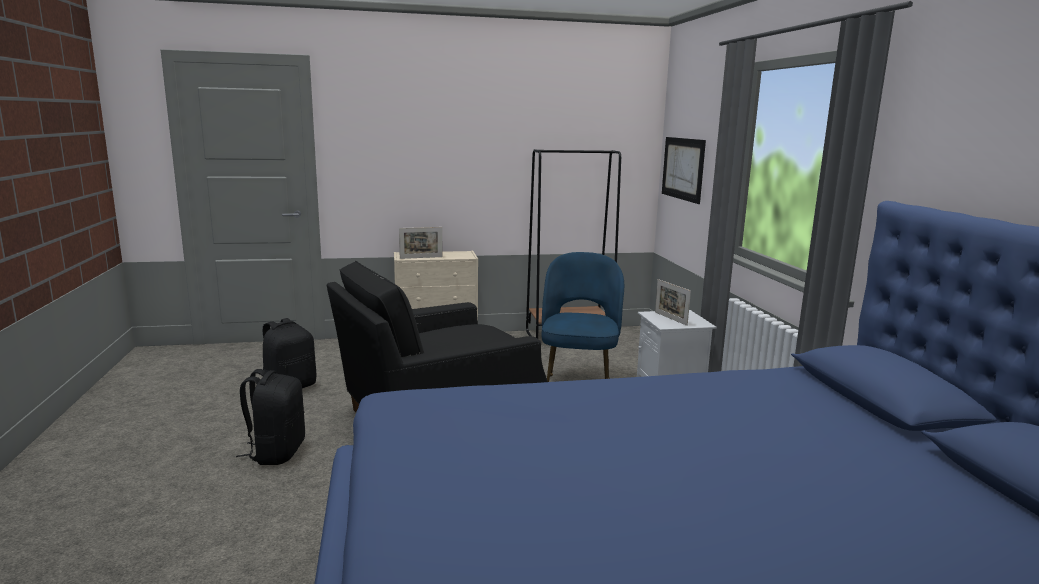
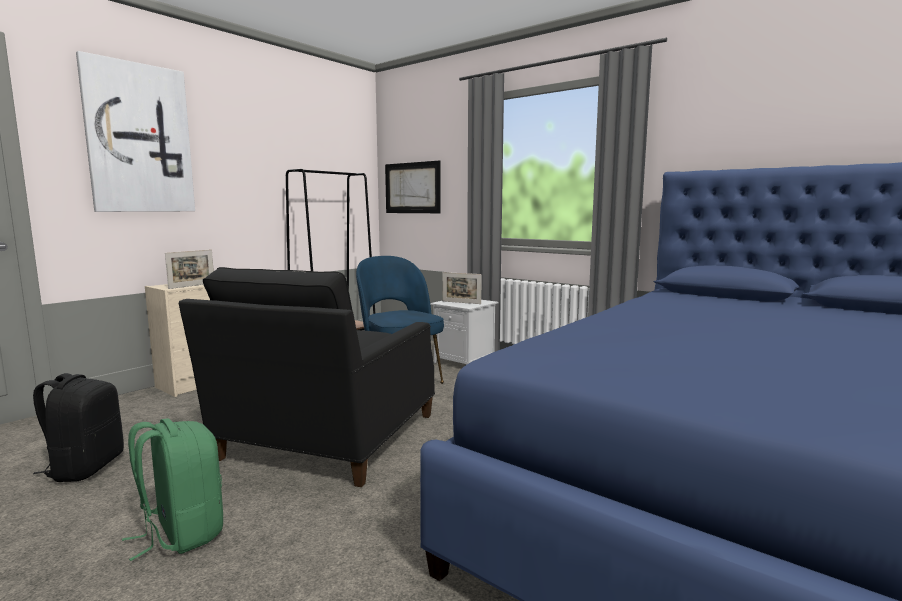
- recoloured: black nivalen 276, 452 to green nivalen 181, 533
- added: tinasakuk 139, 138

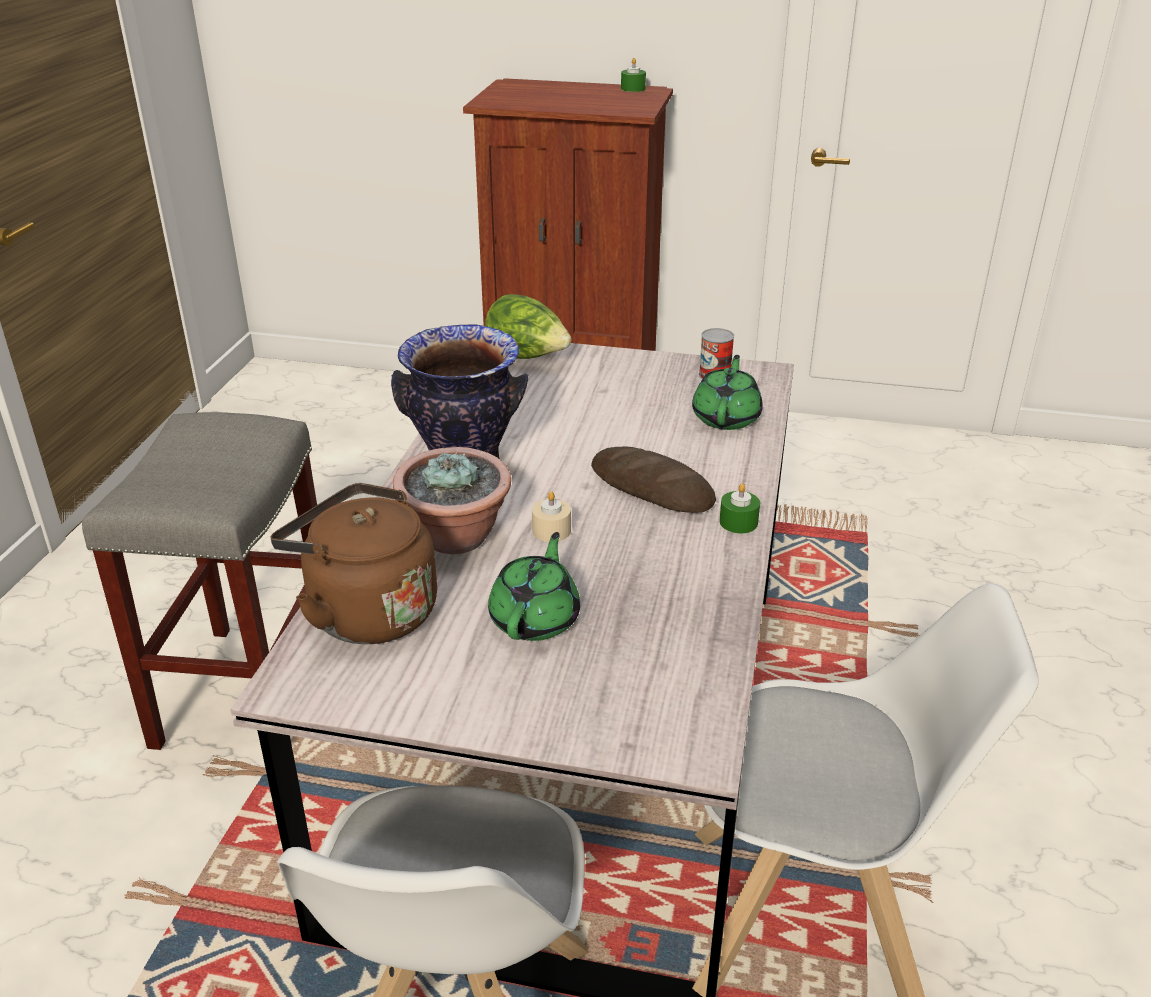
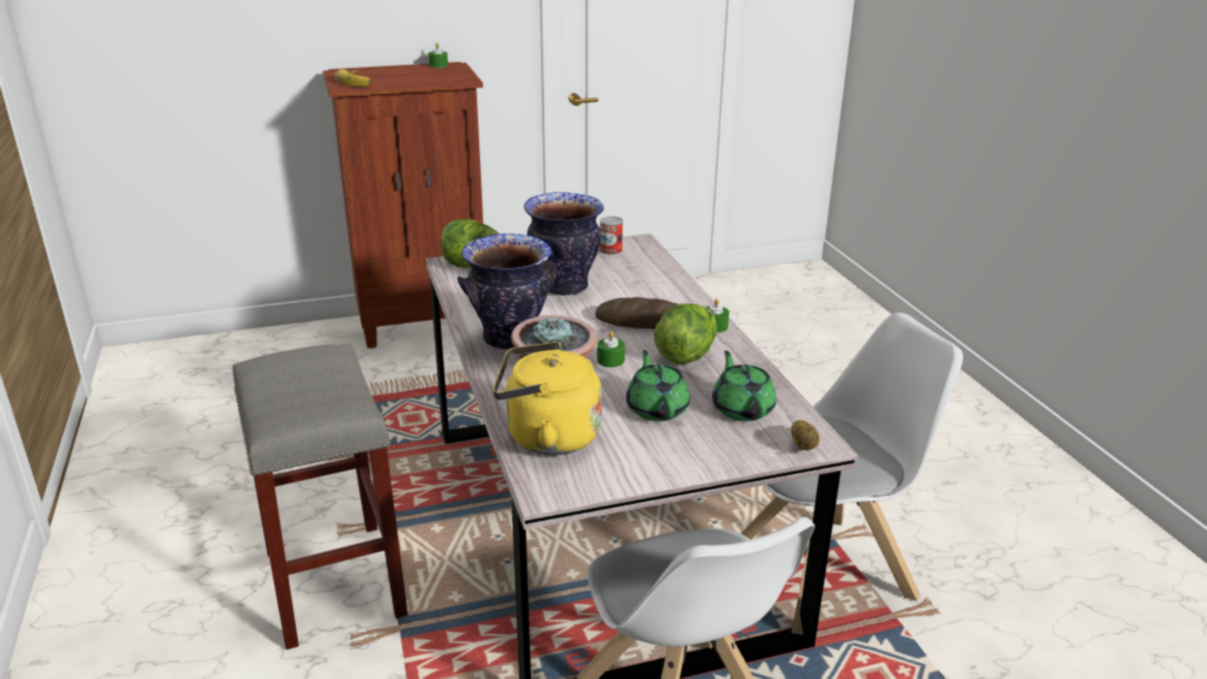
- recoloured: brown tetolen 366, 612 to yellow tetolen 546, 437
- recoloured: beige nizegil 551, 530 to green nizegil 610, 360
- moved: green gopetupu 726, 417 to 742, 408
- added: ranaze 357, 81
- added: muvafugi 565, 287
- added: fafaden 686, 354
- added: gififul 803, 446

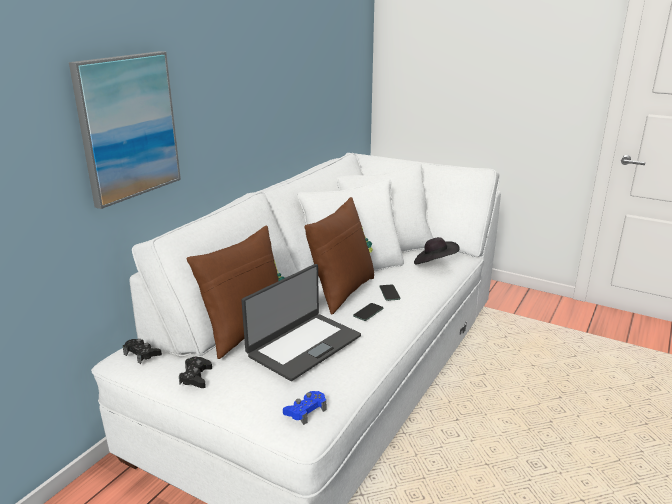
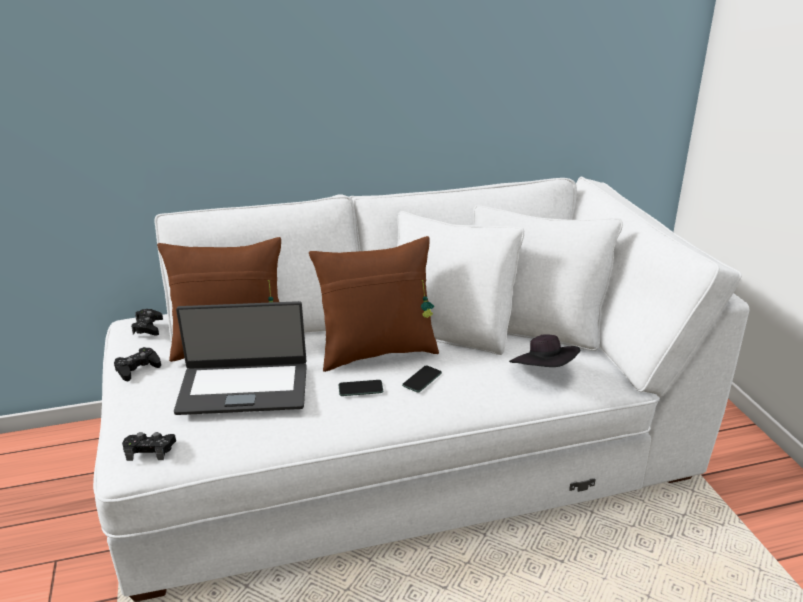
- removed: tinasakuk 127, 127
- recoloured: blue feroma 305, 411 to black feroma 150, 450

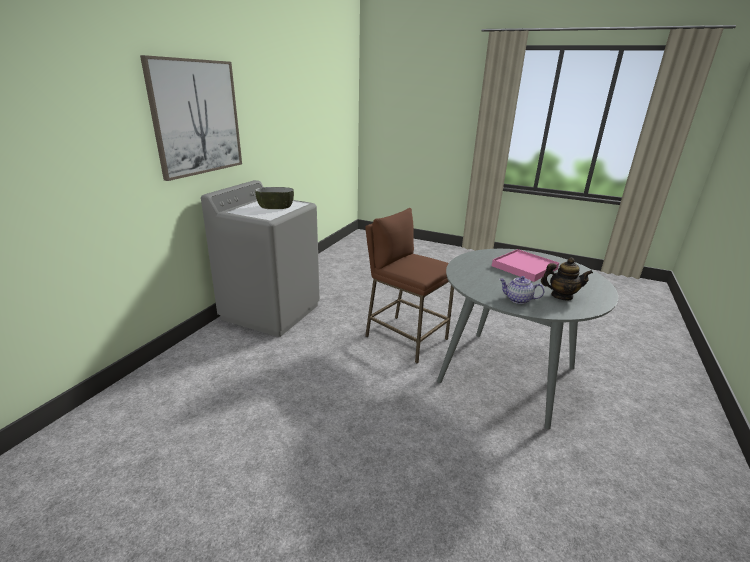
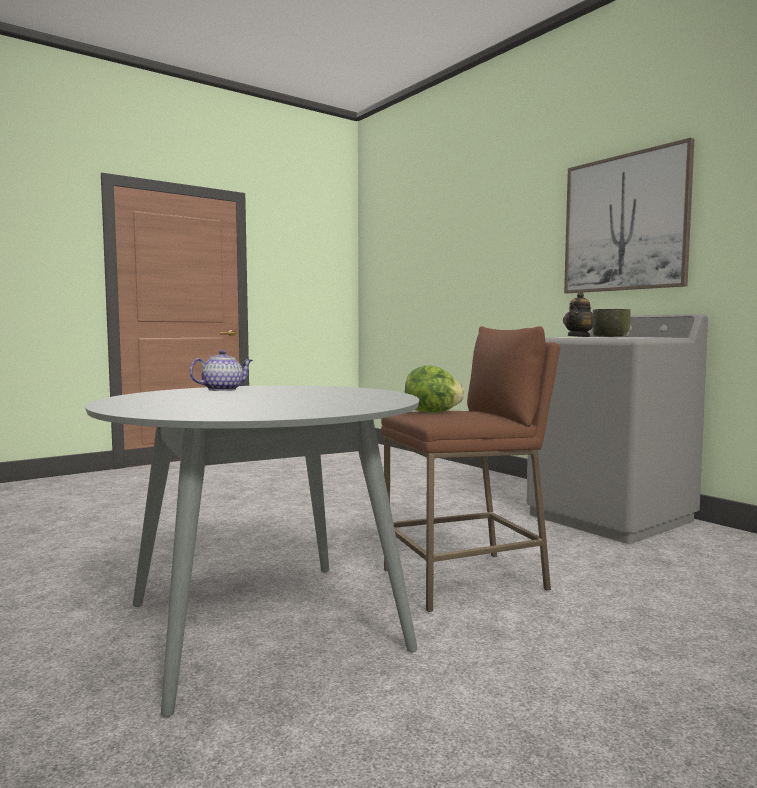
- removed: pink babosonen 524, 267
- moved: gopetupu 561, 296 to 579, 336
- added: fafaden 432, 412

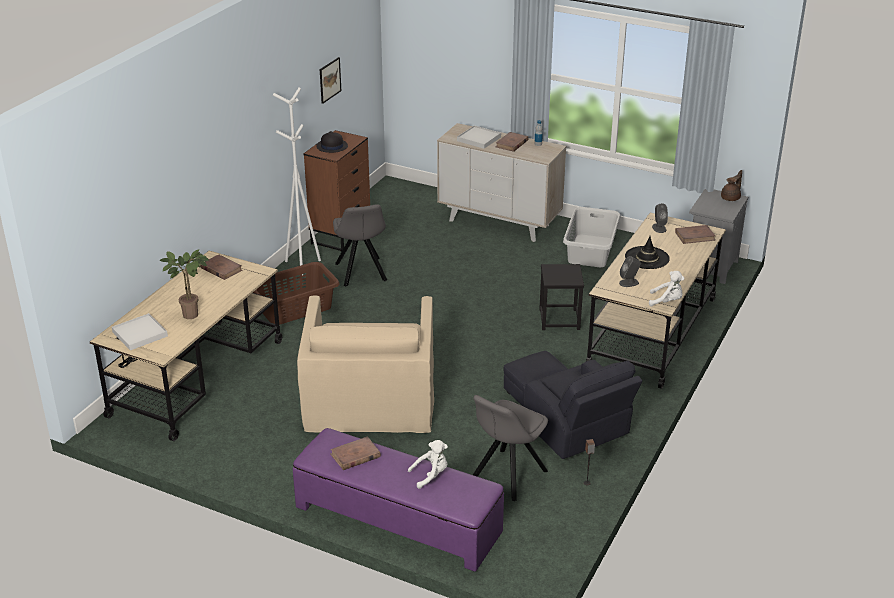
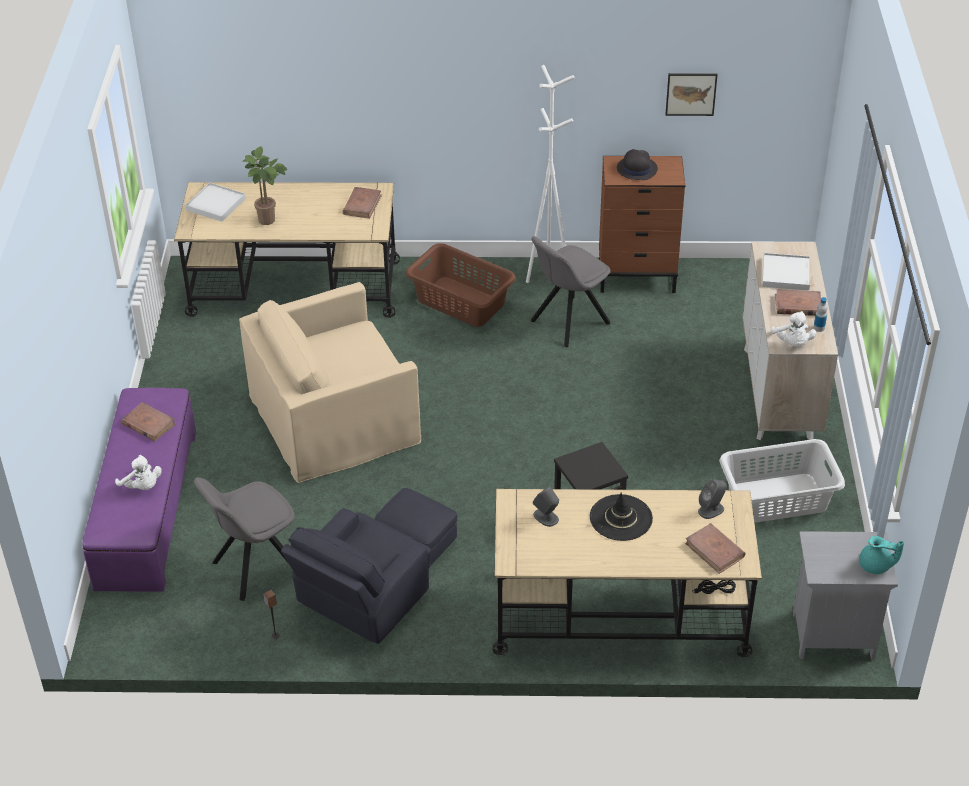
- turned: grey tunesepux 508, 475 = 256, 567 45 degrees counterclockwise
- moved: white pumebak 667, 301 to 792, 343
- recoloured: brown gopetupu 731, 198 to turquoise gopetupu 875, 566

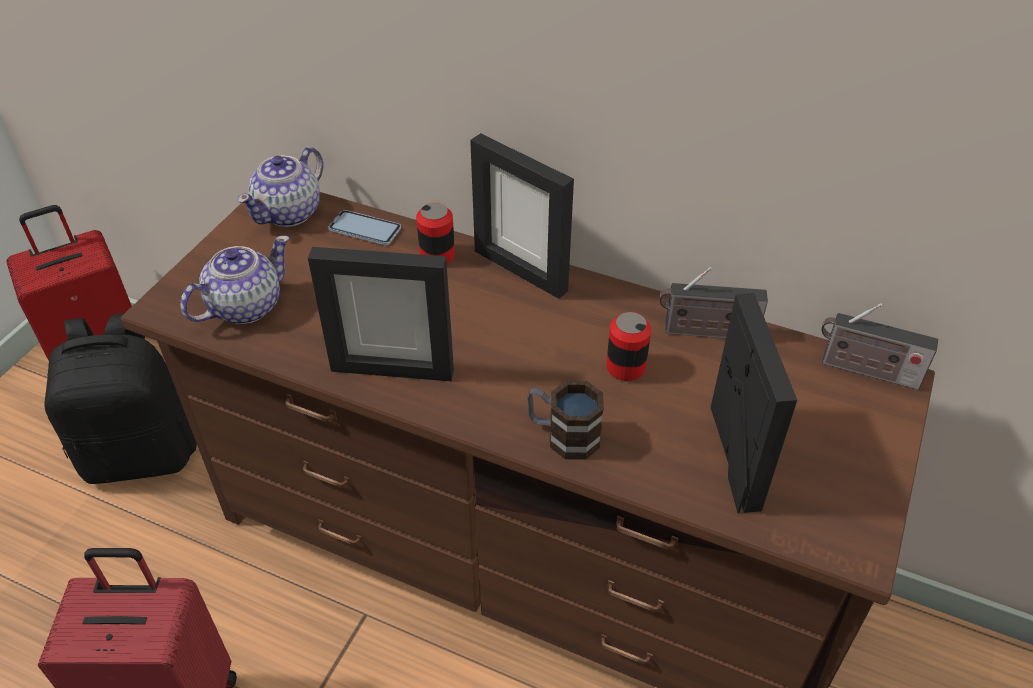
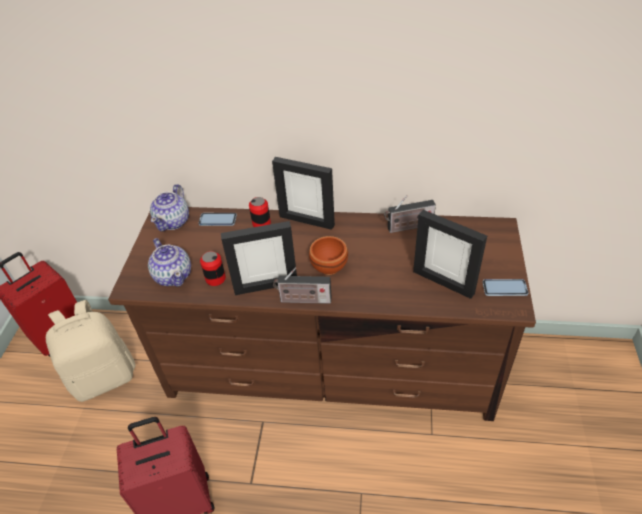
- recoloured: black nivalen 142, 452 to beige nivalen 104, 376
- turned: gopetupu 244, 307 = 173, 275 120 degrees clockwise
- removed: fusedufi 563, 435
- moved: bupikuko 625, 367 to 215, 279
- turned: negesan 731, 457 = 444, 281 150 degrees clockwise
- moved: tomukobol 865, 370 to 303, 300
- added: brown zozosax 329, 266
- added: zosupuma 504, 288

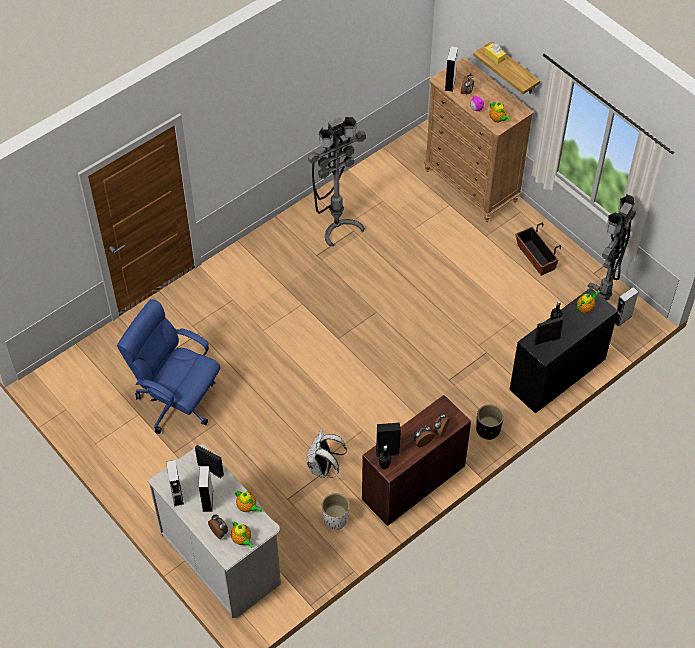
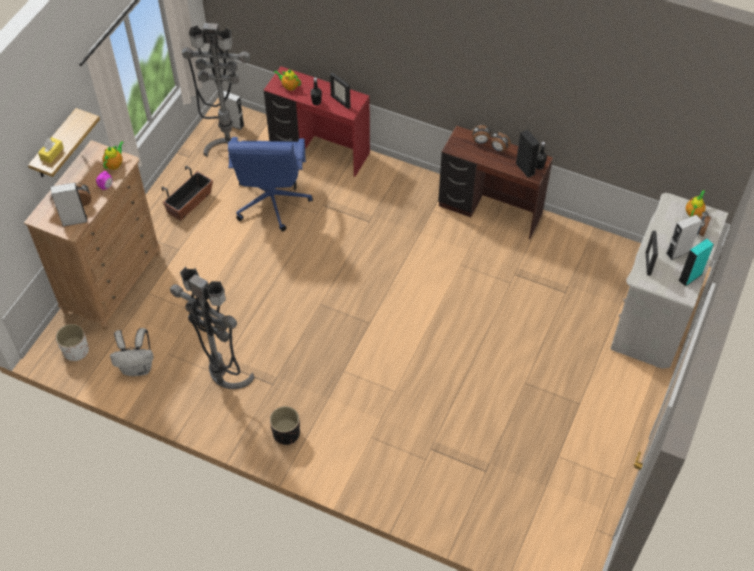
- moved: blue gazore 177, 401 to 272, 200
- recoloured: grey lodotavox 177, 495 to turquoise lodotavox 690, 277
- removed: gopetupu 247, 507
- moved: white nivalen 323, 468 to 138, 367
- moved: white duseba 335, 518 to 75, 351
- moved: black duseba 488, 430 to 286, 433
- recoloured: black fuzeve 556, 374 to red fuzeve 319, 150

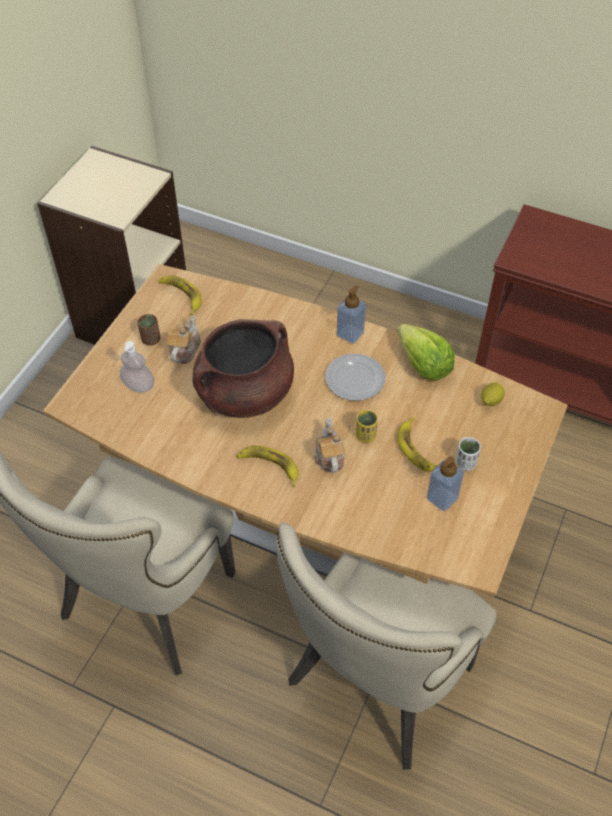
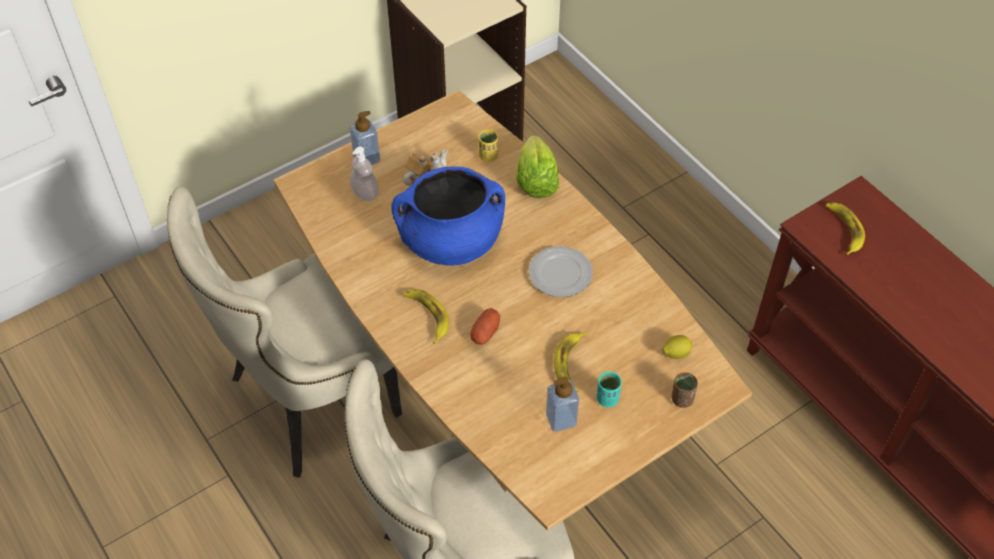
- moved: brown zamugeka 151, 339 to 682, 399
- moved: ranaze 181, 295 to 844, 229
- recoloured: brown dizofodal 244, 394 to blue dizofodal 451, 242
- replaced: gopetupu 329, 457 to gififul 485, 332
- moved: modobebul 350, 334 to 366, 159
- moved: yellow zamugeka 365, 435 to 488, 156
- moved: fafaden 423, 365 to 536, 181
- recoloured: white zamugeka 465, 463 to turquoise zamugeka 607, 398

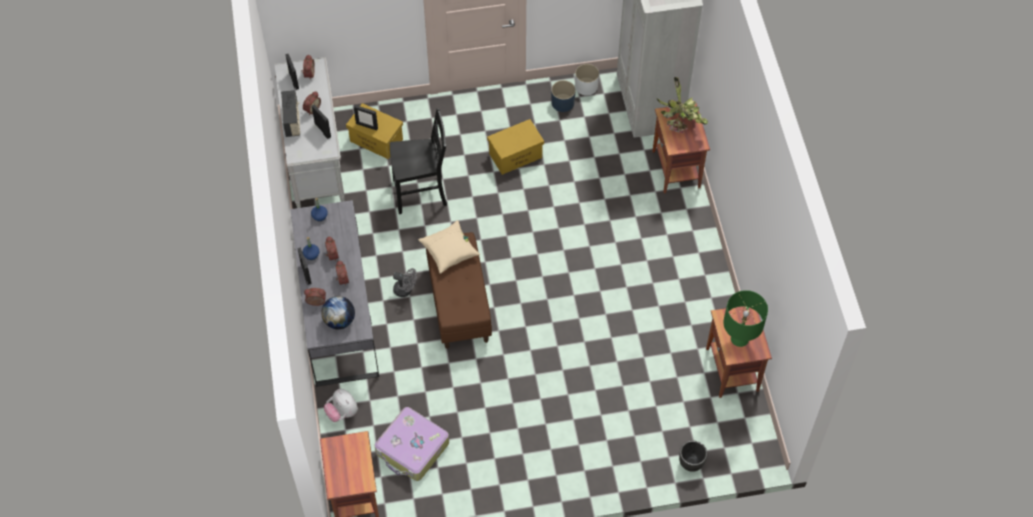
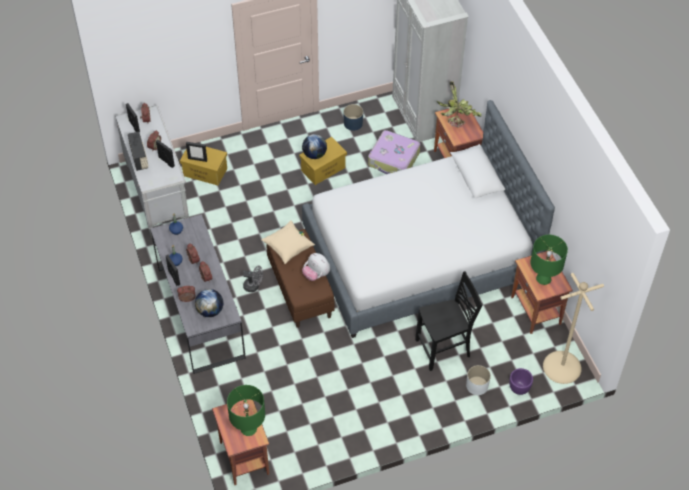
- moved: pumebak 342, 412 to 316, 274
- moved: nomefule 412, 449 to 394, 159
- moved: black tunesepux 421, 193 to 444, 349
- moved: white duseba 586, 86 to 477, 386
- recoloured: black duseba 691, 463 to purple duseba 519, 389
- added: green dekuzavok 248, 429
- added: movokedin 419, 255
- added: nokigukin 314, 154
- added: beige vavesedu 562, 367

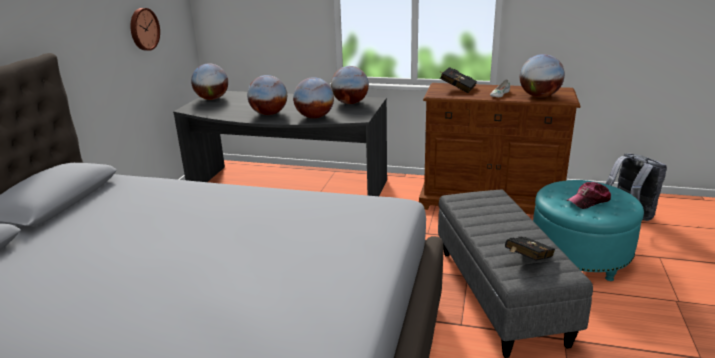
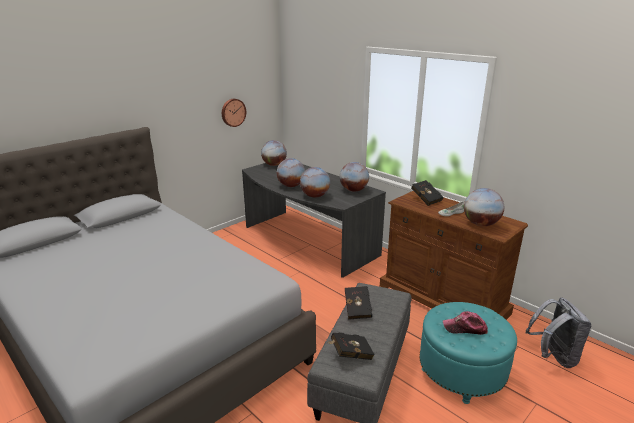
- added: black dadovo 357, 309

